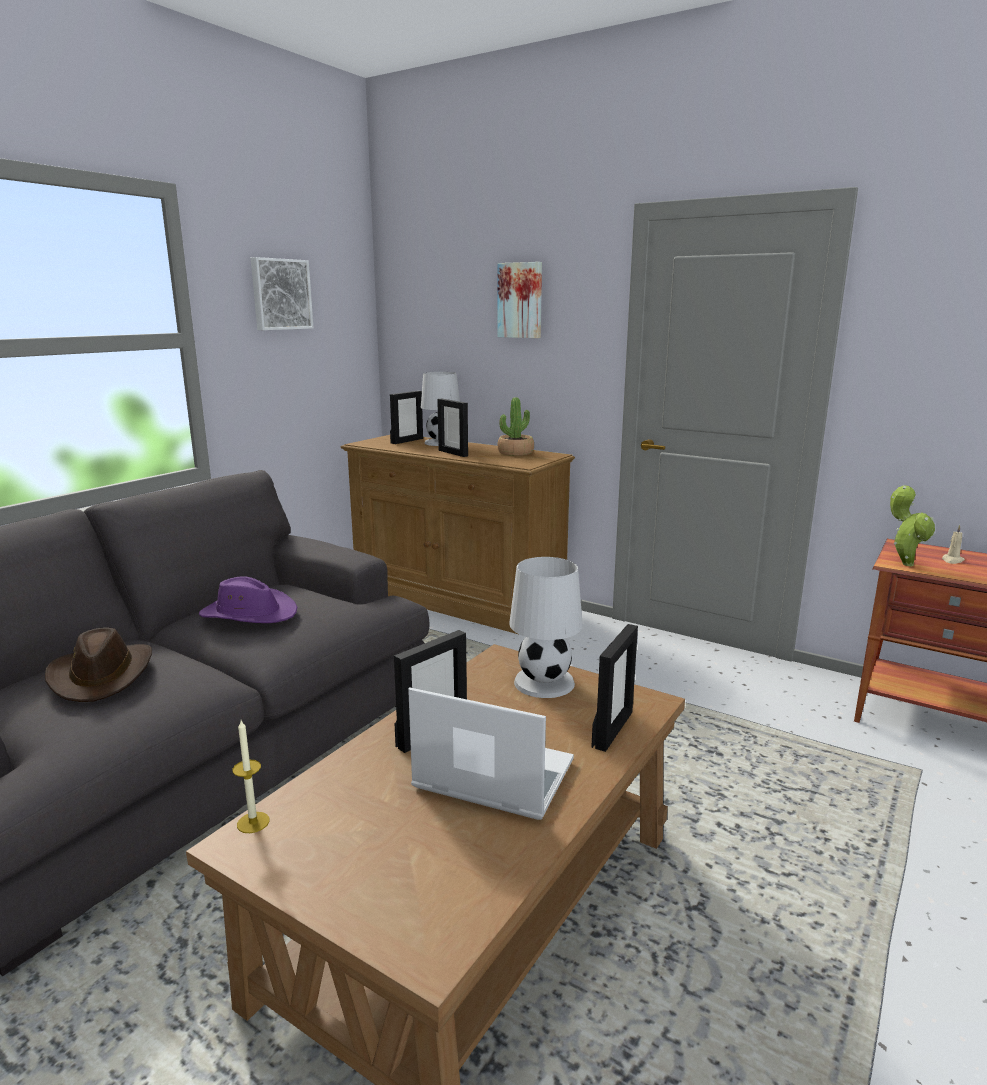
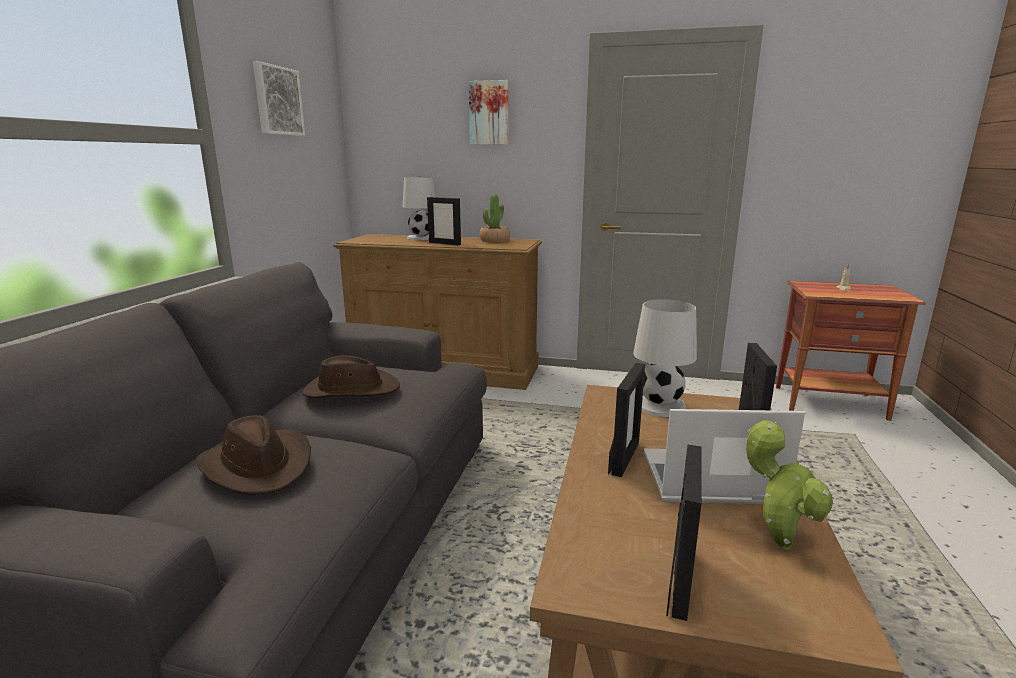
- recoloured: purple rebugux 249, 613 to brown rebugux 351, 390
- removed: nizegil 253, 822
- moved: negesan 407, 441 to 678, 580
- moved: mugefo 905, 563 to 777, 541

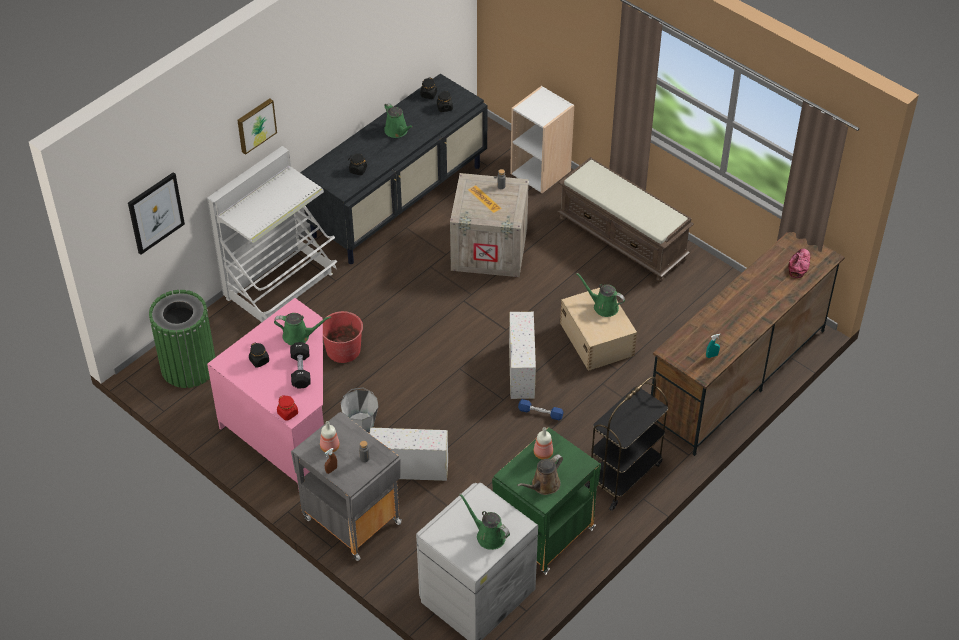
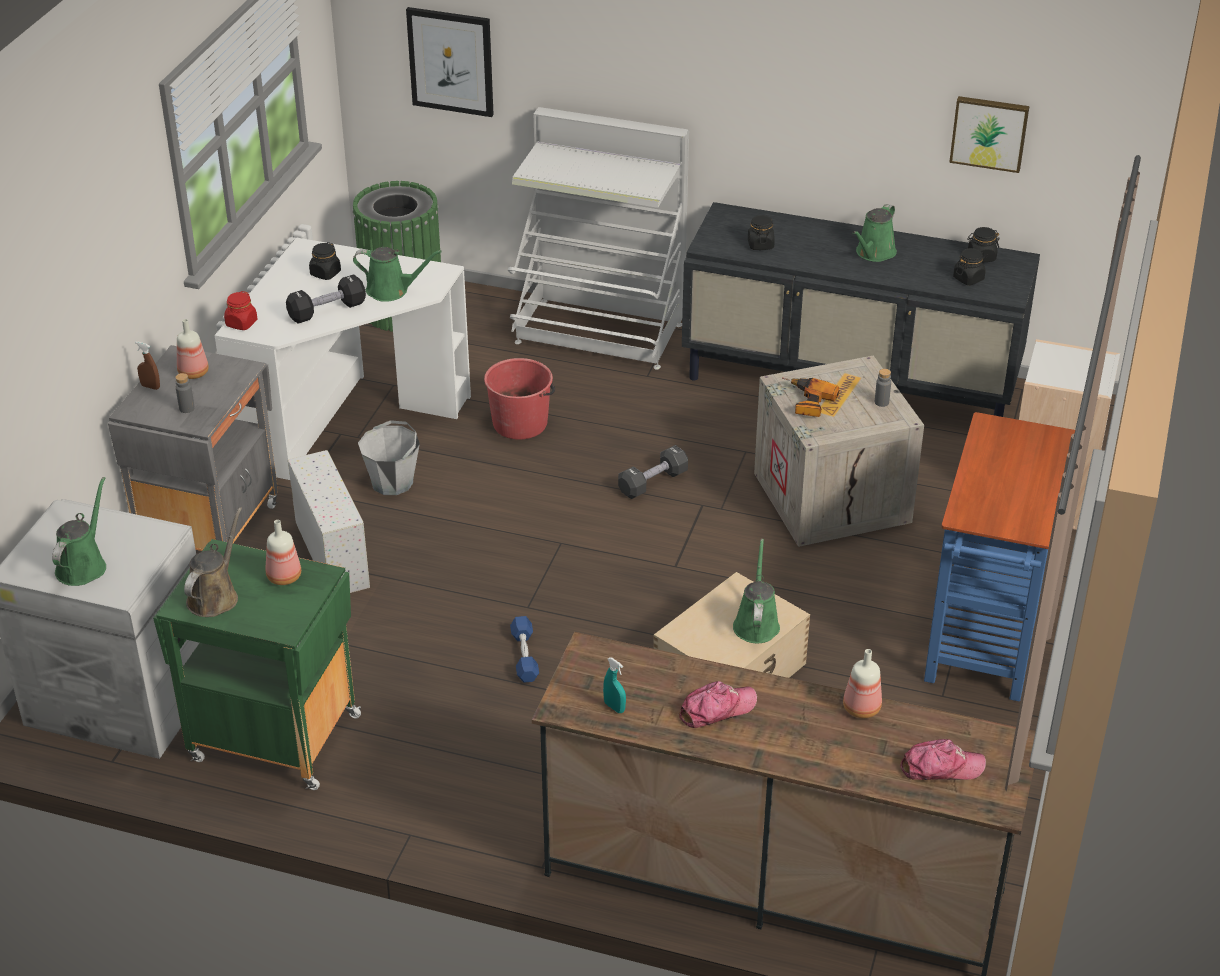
- recoloured: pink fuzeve 288, 427 to white fuzeve 347, 422
- moved: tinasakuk 255, 125 to 989, 132
- turned: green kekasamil 299, 336 = 391, 290 60 degrees counterclockwise
- removed: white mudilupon 521, 371
- turned: brown kekasamil 543, 485 = 215, 596 90 degrees clockwise
- replaced: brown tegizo 623, 239 to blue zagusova 985, 638
- removed: black zagusova 624, 476
- added: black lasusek 653, 482
- added: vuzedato 717, 709
- added: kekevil 807, 403
- added: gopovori 860, 708

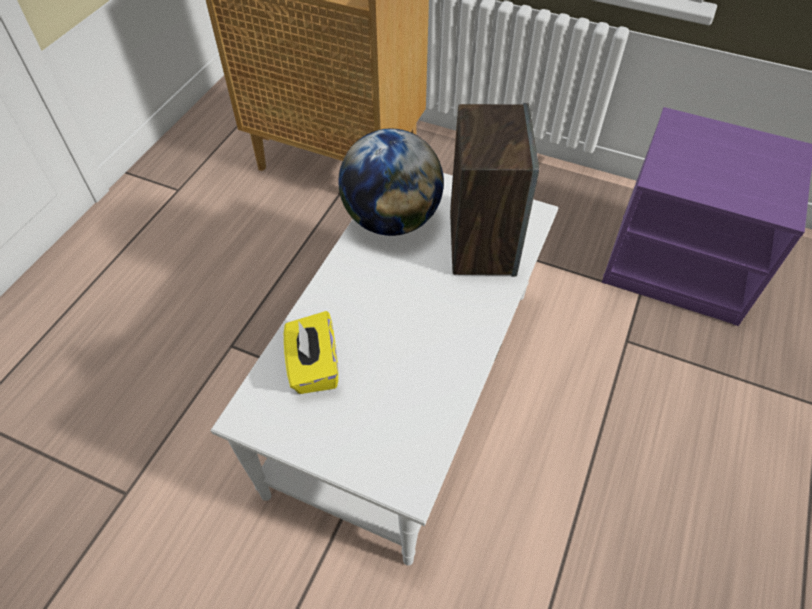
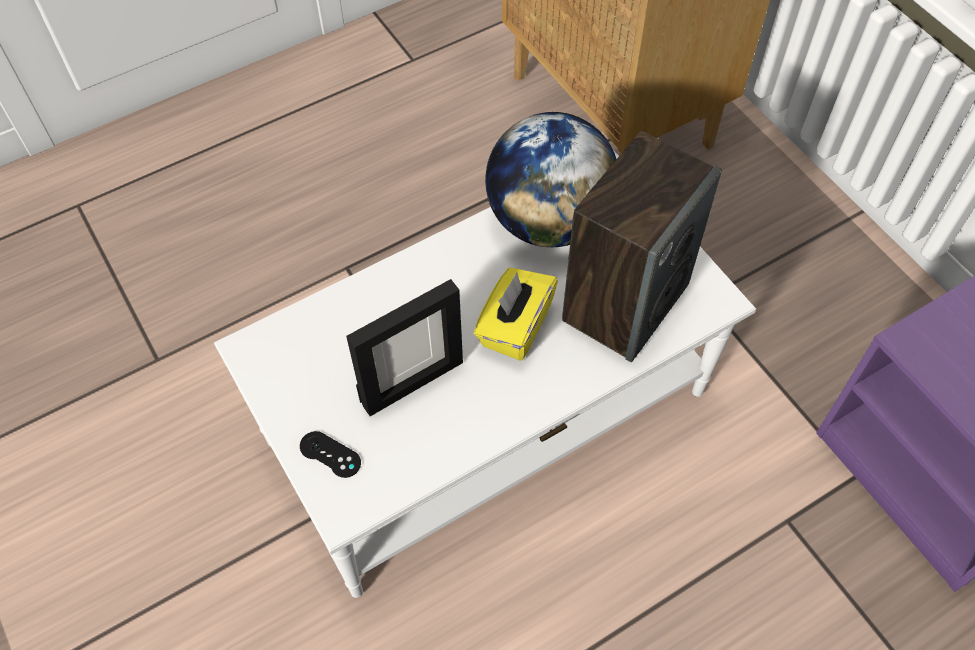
- moved: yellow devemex 313, 367 to 514, 327
- added: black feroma 330, 454
- added: negesan 412, 382

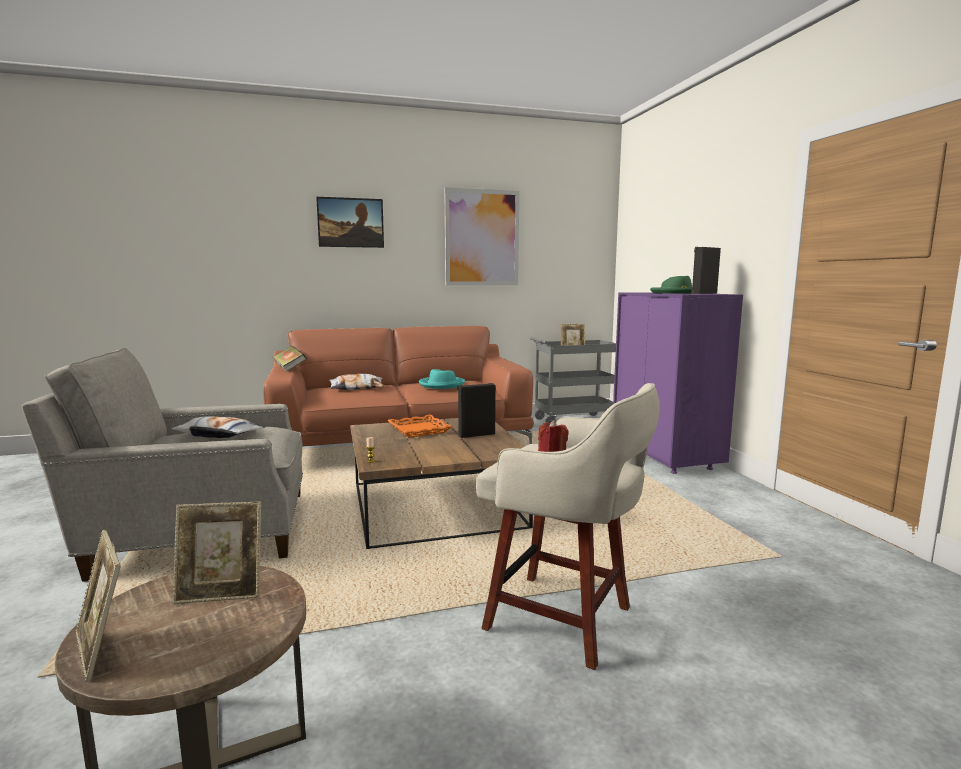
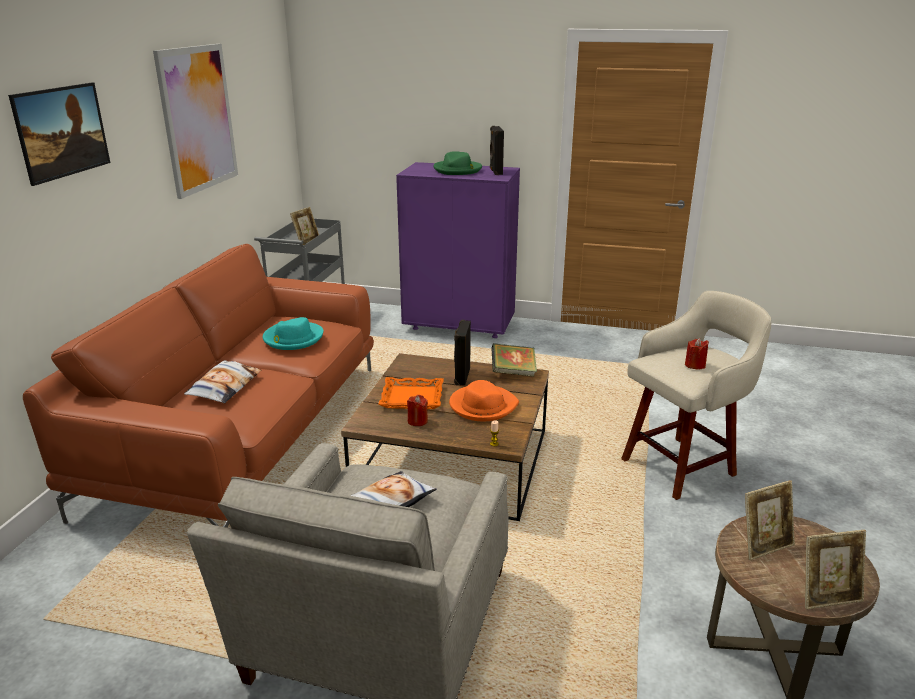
- turned: negesan 221, 593 = 764, 545 45 degrees clockwise
- moved: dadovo 290, 369 to 513, 372
- added: red nizegil 417, 421
- added: orange rebugux 482, 406

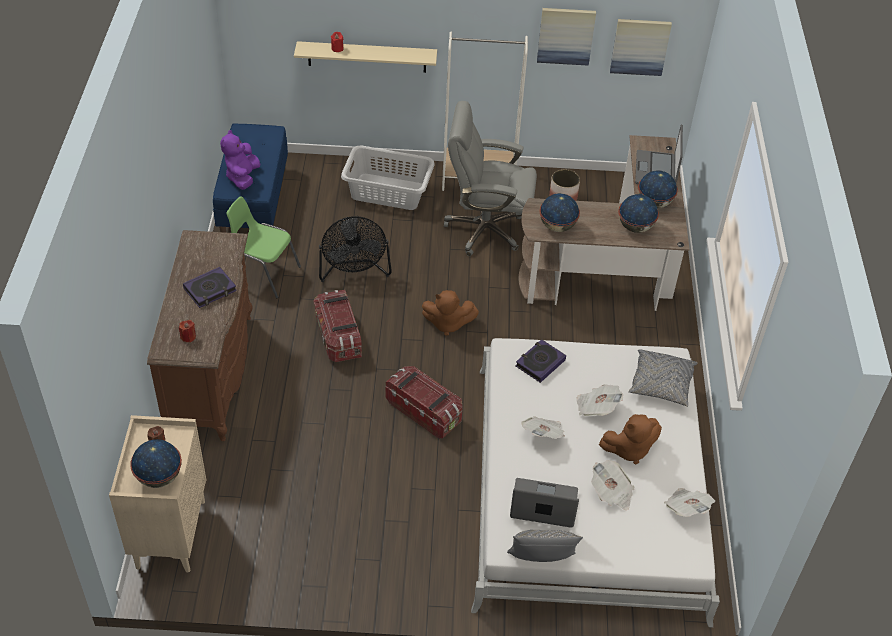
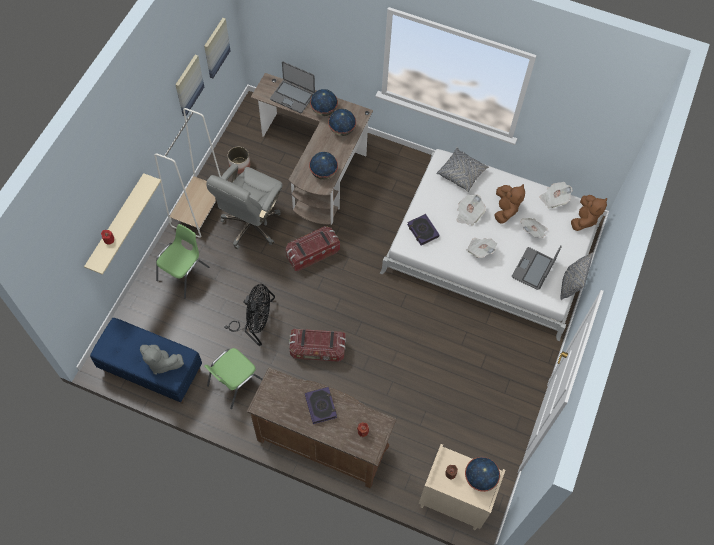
- recoloured: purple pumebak 242, 177 to grey pumebak 161, 363
- replaced: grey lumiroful 388, 192 to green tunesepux 184, 273
- moved: mudilupon 424, 411 to 312, 253
- moved: brown pumebak 447, 323 to 584, 219

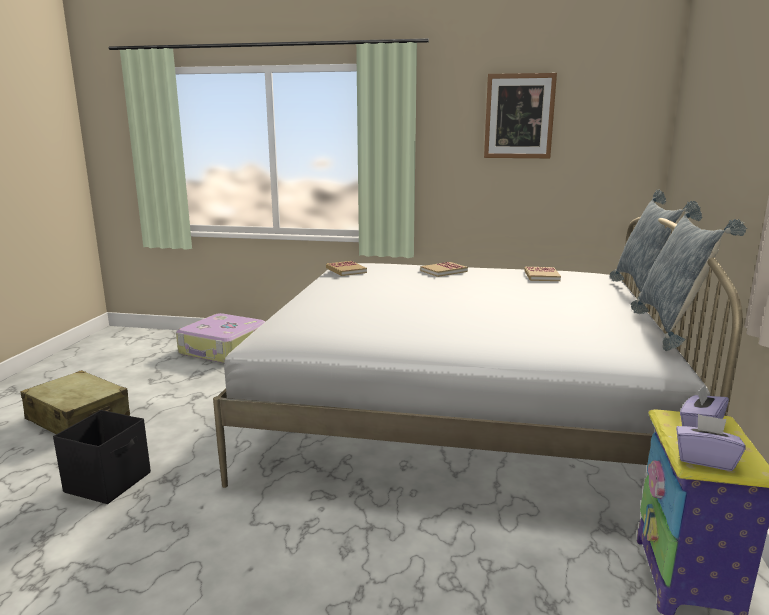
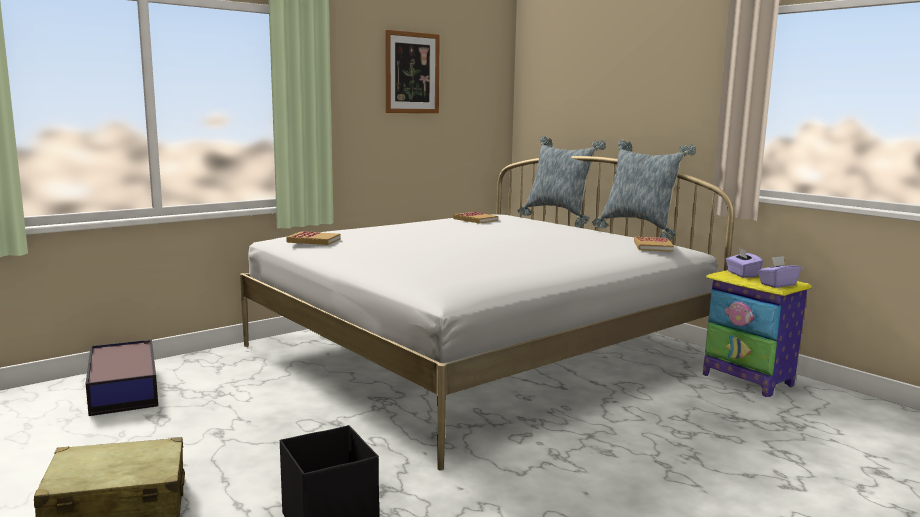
- replaced: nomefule 224, 349 to mudilupon 124, 388
- moved: dadovo 443, 271 to 652, 246

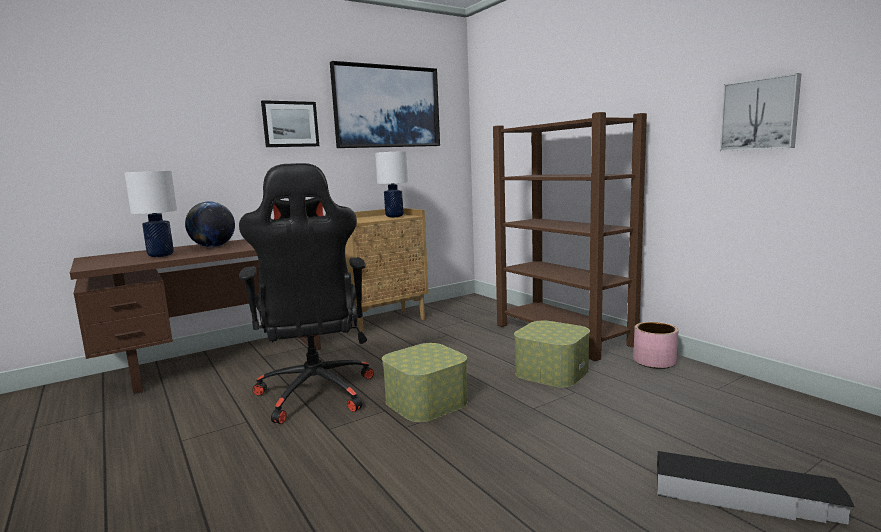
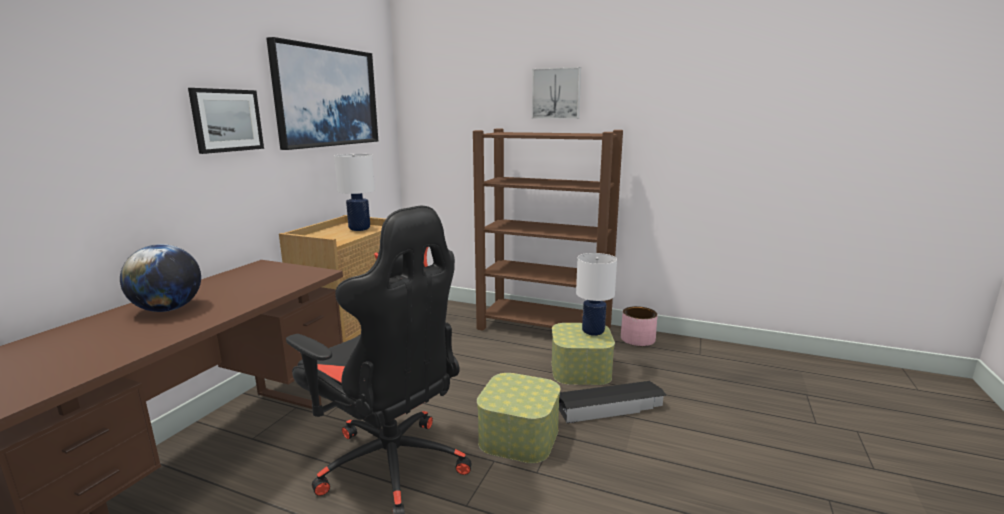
- moved: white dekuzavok 161, 256 to 593, 332
- moved: black mudilupon 744, 496 to 610, 407
- moved: tinasakuk 760, 114 to 556, 93

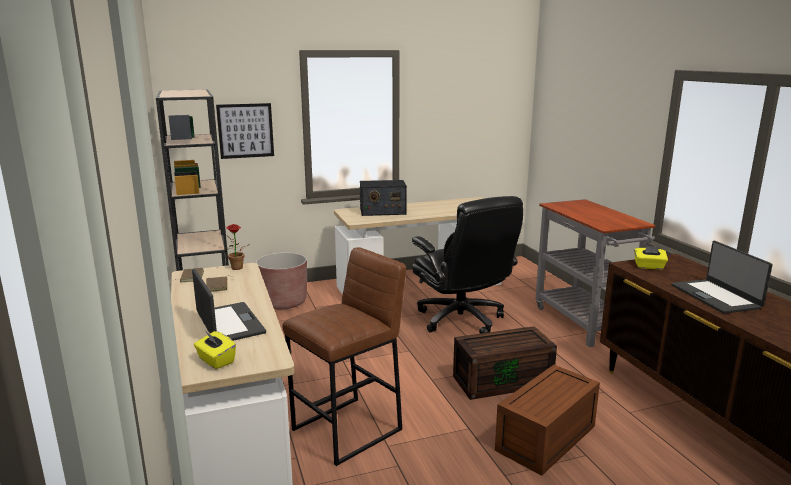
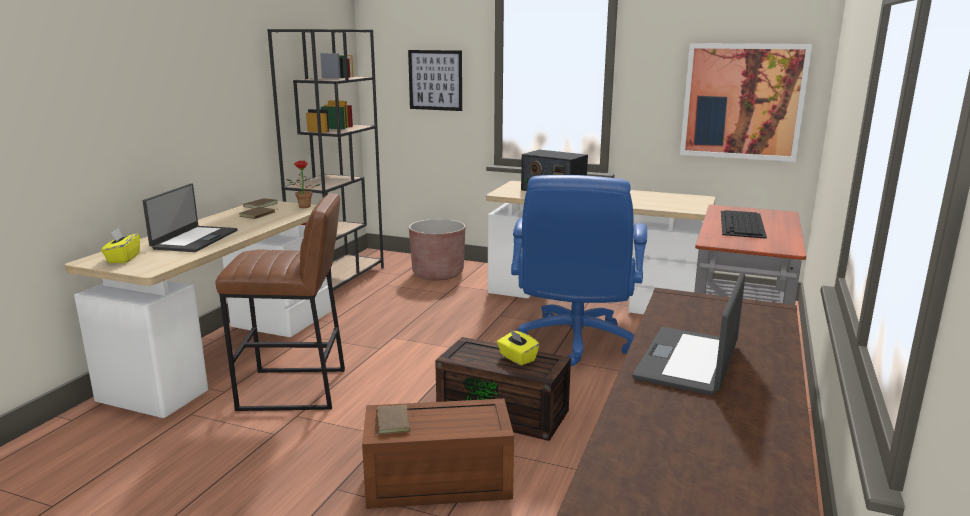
- recoloured: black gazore 462, 321 to blue gazore 574, 343
- moved: yellow devemex 649, 267 to 517, 358
- added: brown dadovo 395, 422
- added: tinasakuk 742, 101
- added: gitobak 742, 224

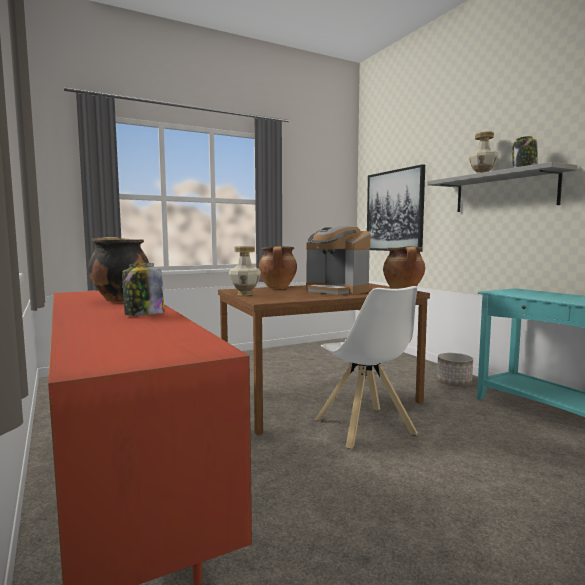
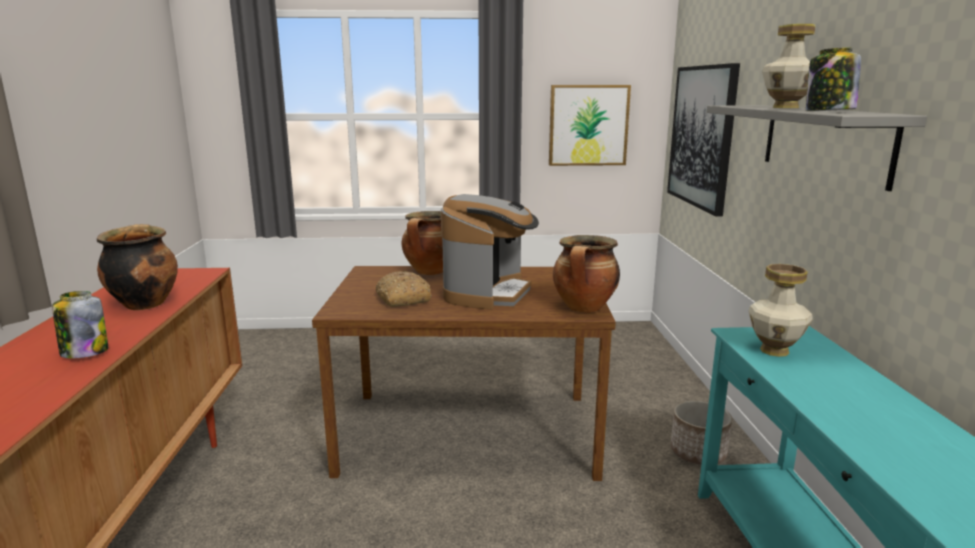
- moved: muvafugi 245, 294 to 774, 351
- turned: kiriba 337, 291 = 488, 293 135 degrees counterclockwise
- removed: white tunesepux 365, 428
- added: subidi 402, 299
- added: tinasakuk 588, 125

